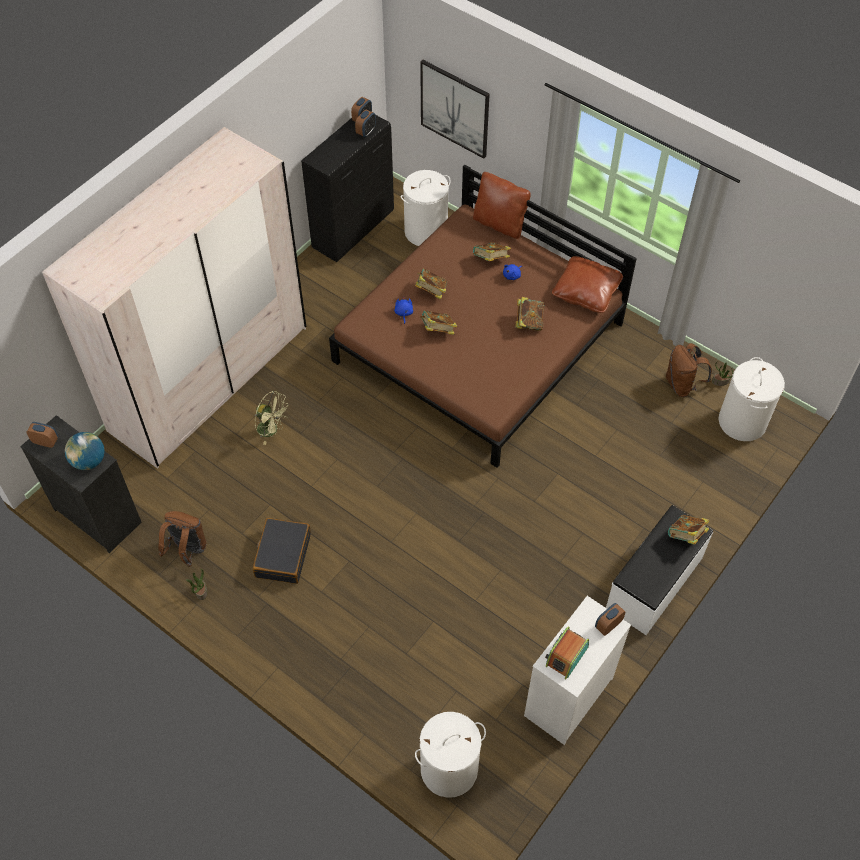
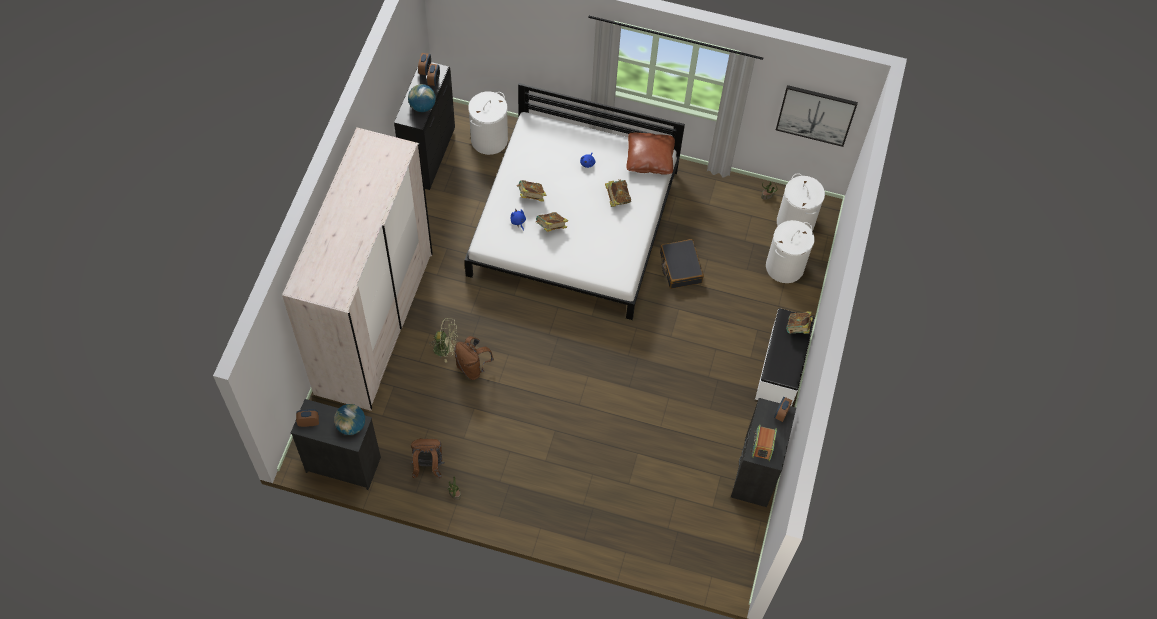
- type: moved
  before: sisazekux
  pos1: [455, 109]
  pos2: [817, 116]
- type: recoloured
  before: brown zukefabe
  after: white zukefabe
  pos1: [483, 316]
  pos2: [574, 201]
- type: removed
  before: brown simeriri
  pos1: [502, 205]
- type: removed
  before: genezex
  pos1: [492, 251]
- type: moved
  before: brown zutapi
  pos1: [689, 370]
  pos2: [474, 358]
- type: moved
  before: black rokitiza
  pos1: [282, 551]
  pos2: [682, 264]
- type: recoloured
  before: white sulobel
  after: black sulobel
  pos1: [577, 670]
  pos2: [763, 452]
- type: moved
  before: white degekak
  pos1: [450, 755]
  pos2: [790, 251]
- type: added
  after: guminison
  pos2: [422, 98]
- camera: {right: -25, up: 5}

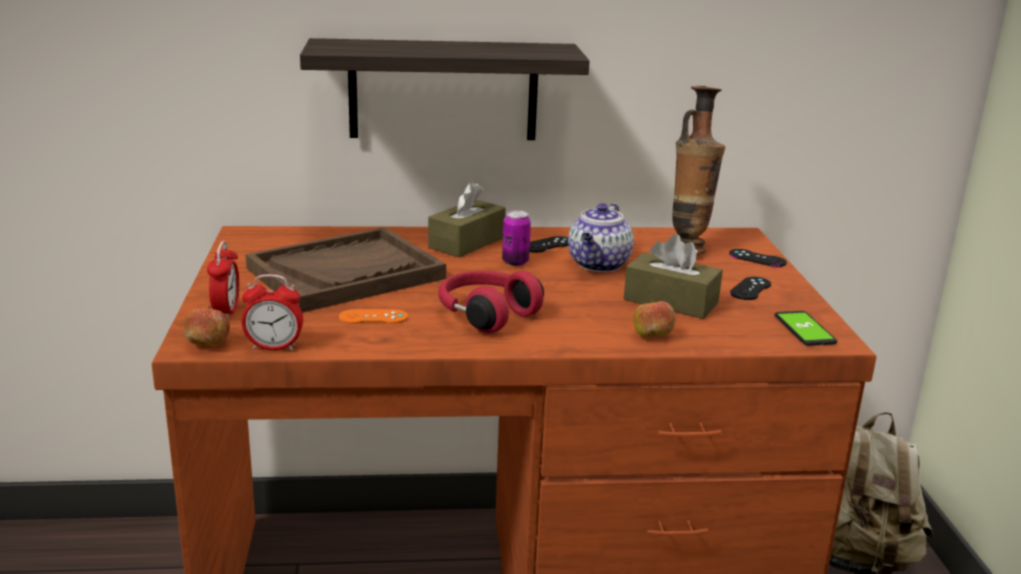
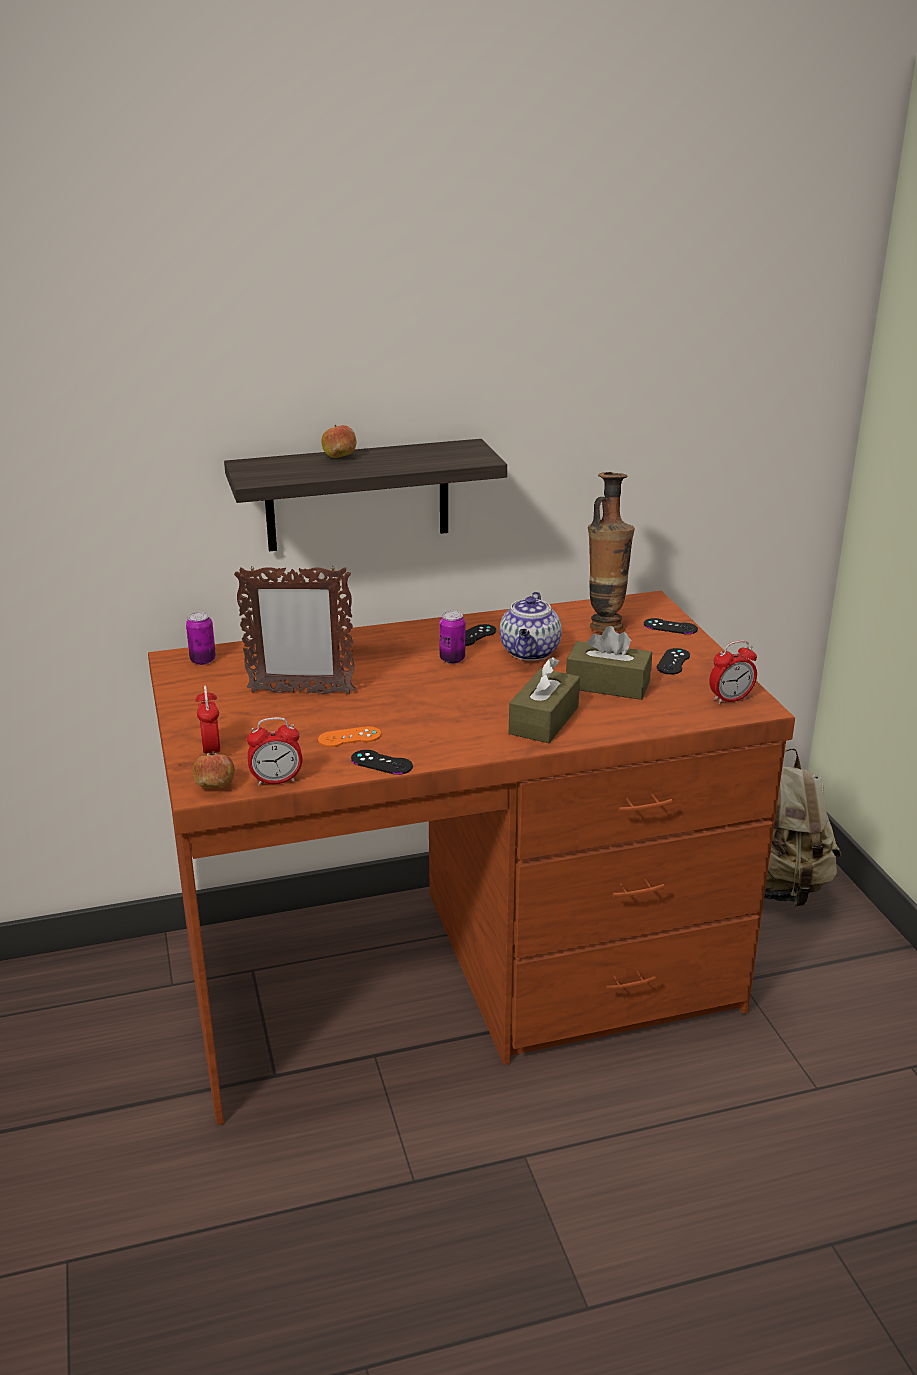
- type: moved
  before: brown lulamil
  pos1: [467, 219]
  pos2: [544, 700]
- type: replaced
  before: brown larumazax
  after: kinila
  pos1: [345, 270]
  pos2: [294, 630]
- type: removed
  before: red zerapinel
  pos1: [491, 302]
- type: moved
  before: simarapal
  pos1: [654, 318]
  pos2: [338, 441]
- type: replaced
  before: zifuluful
  after: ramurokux
  pos1: [806, 328]
  pos2: [733, 672]
- type: added
  after: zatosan
  pos2: [201, 638]
- type: added
  after: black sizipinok
  pos2: [382, 762]
- camera: {right: -10, up: 5}

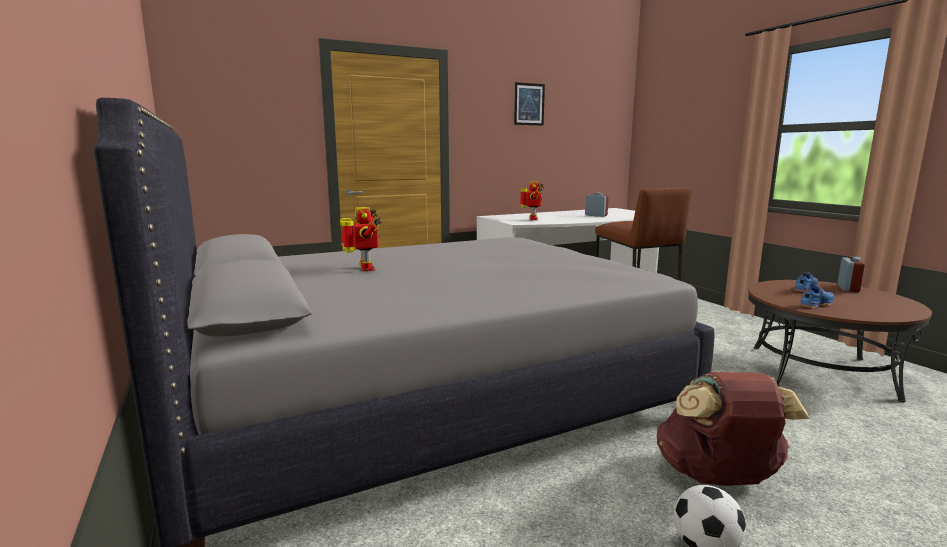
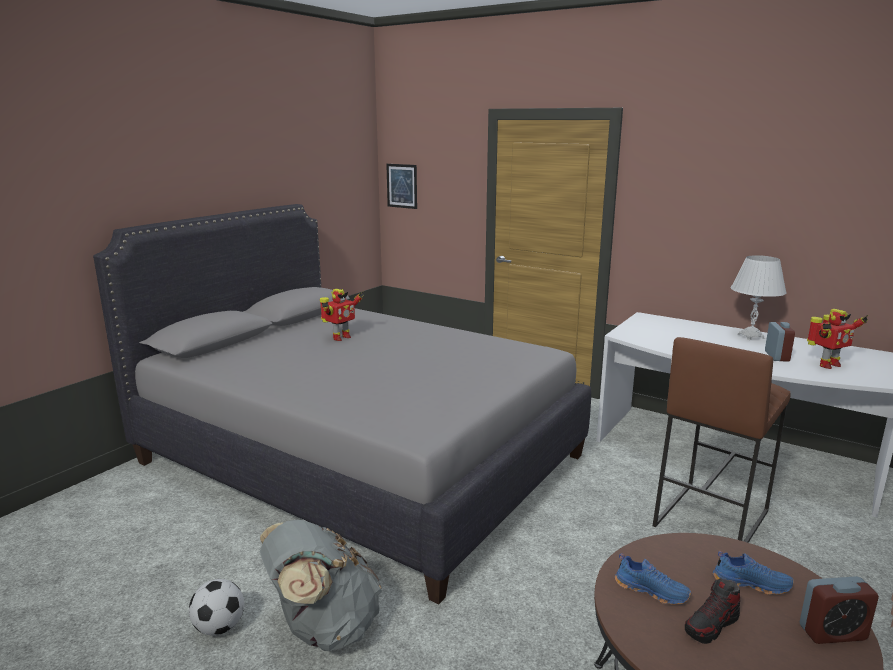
- type: moved
  before: sisazekux
  pos1: [529, 104]
  pos2: [401, 186]
- type: moved
  before: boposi
  pos1: [532, 200]
  pos2: [837, 339]
- type: recoloured
  before: brown zutapi
  after: grey zutapi
  pos1: [733, 429]
  pos2: [321, 585]
- type: added
  after: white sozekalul
  pos2: [759, 297]
- type: added
  after: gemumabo
  pos2: [712, 611]
- camera: {right: 60, up: 5}

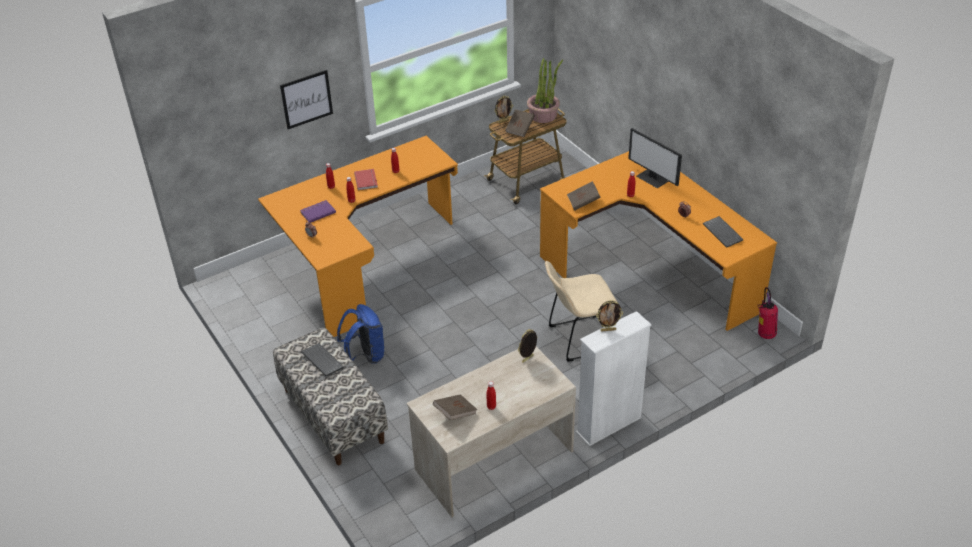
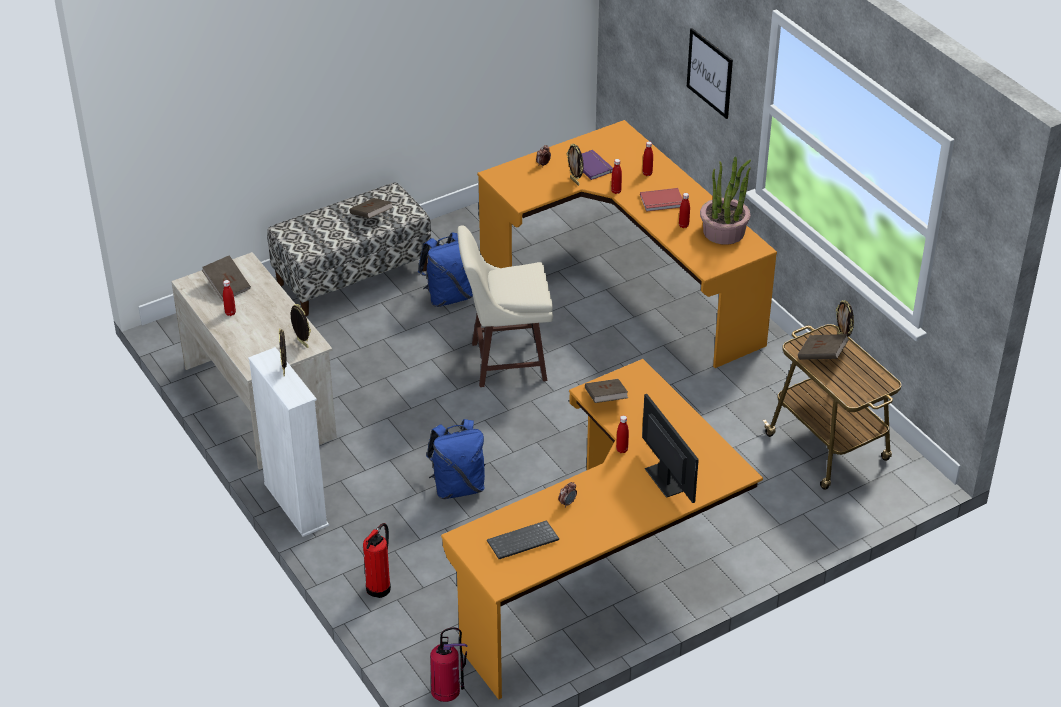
- type: moved
  before: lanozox
  pos1: [545, 90]
  pos2: [725, 200]
- type: turned
  before: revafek
  pos1: [655, 158]
  pos2: [670, 448]
  turn: 105
- type: replaced
  before: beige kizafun
  after: blue zutapi
  pos1: [581, 311]
  pos2: [455, 459]
- type: replaced
  before: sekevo
  after: brown genezex
  pos1: [322, 359]
  pos2: [372, 208]
- type: added
  after: kinila
  pos2: [575, 165]
- type: added
  after: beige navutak
  pos2: [505, 306]
- type: added
  after: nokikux
  pos2: [377, 560]
- camera: {right: 90, up: 0}

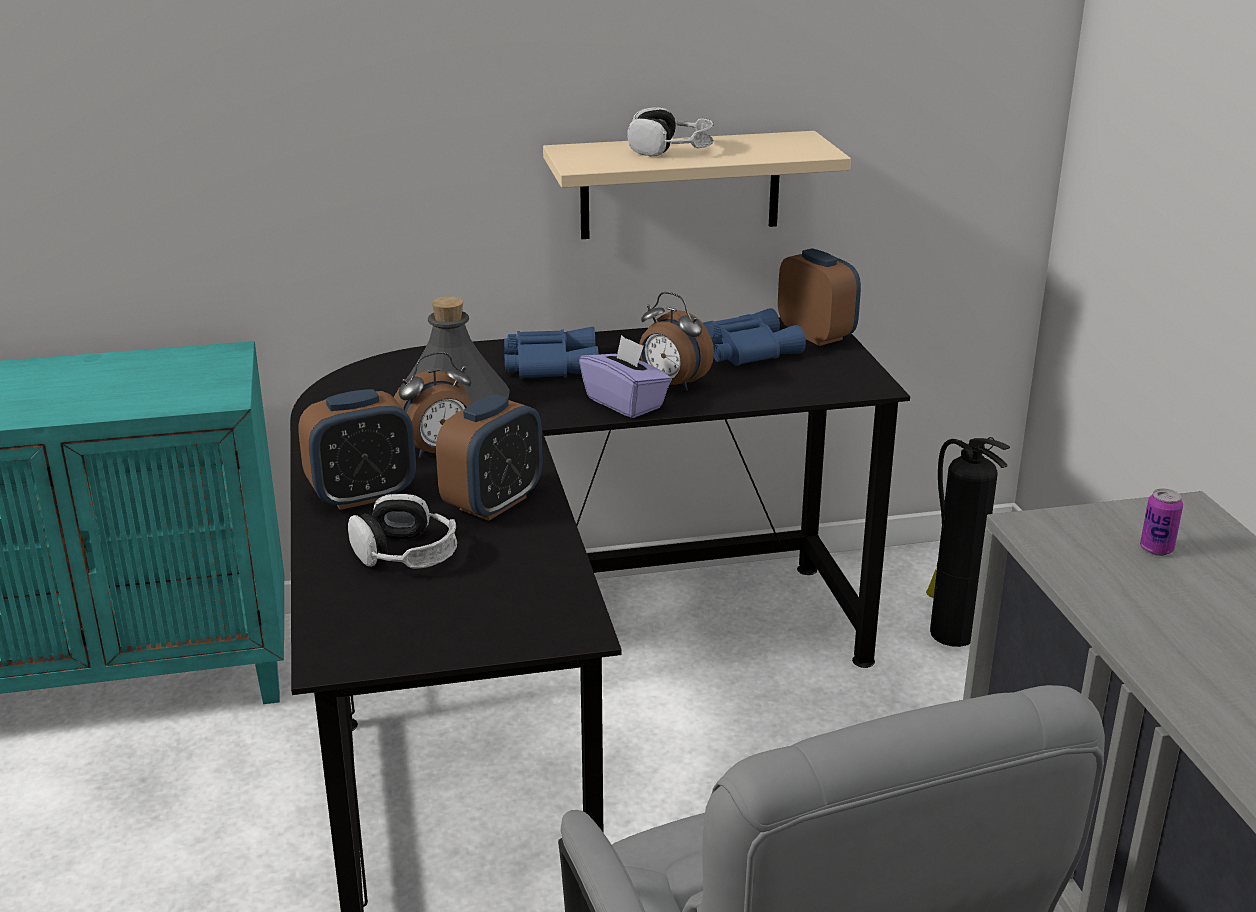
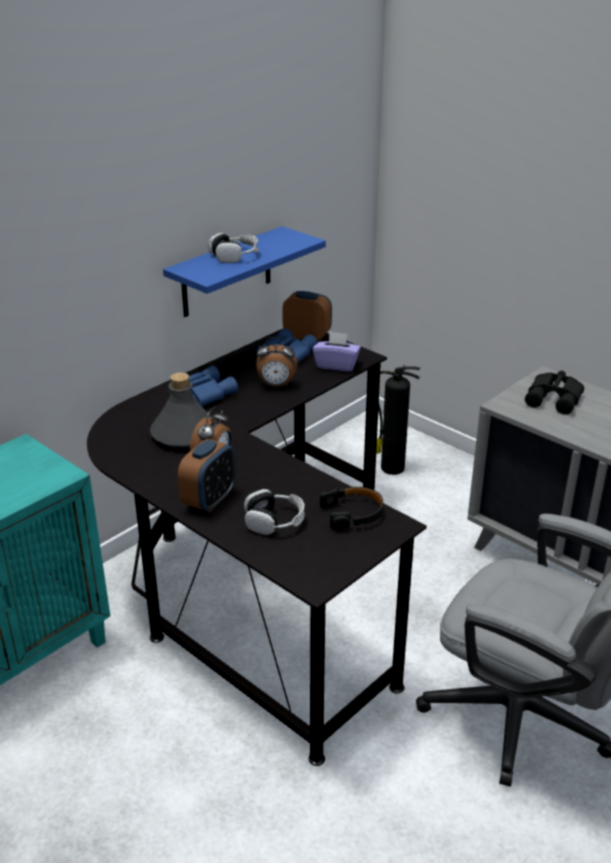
- type: recoloured
  before: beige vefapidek
  after: blue vefapidek
  pos1: [697, 185]
  pos2: [244, 271]
- type: moved
  before: purple lulamil
  pos1: [625, 376]
  pos2: [337, 351]
- type: removed
  before: ramurokux
  pos1: [489, 457]
- type: replaced
  before: zatosan
  after: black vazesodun
  pos1: [1161, 522]
  pos2: [554, 393]
- type: added
  after: black zerapinel
  pos2: [351, 508]
- camera: {right: -35, up: 5}

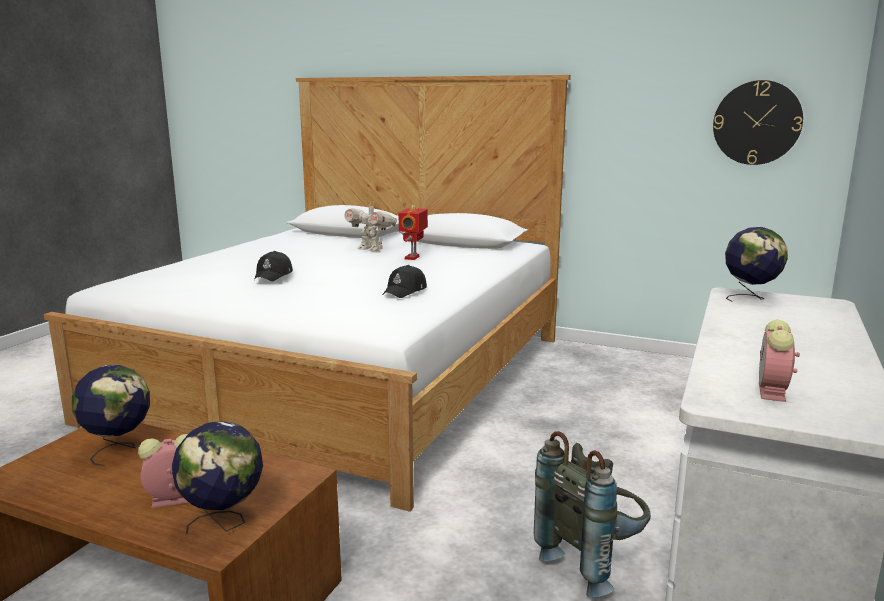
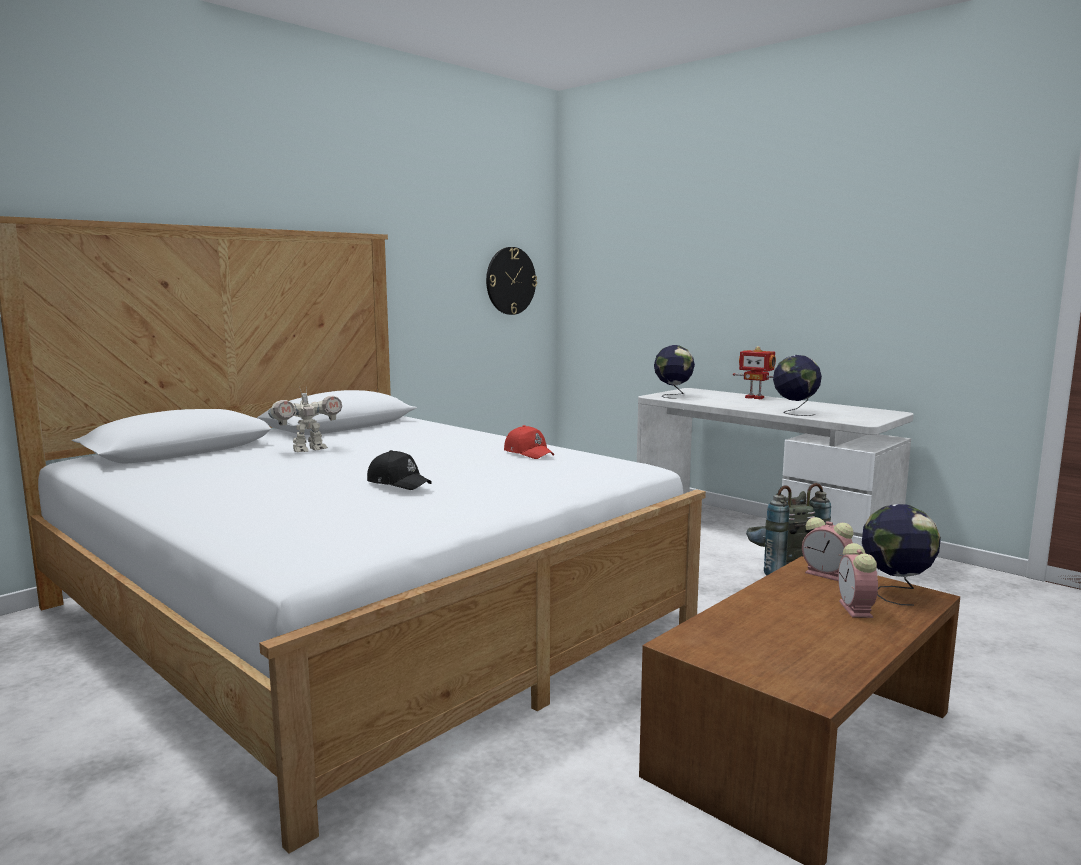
- type: moved
  before: boposi
  pos1: [413, 232]
  pos2: [754, 372]
- type: recoloured
  before: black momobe
  after: red momobe
  pos1: [405, 281]
  pos2: [529, 442]
- type: moved
  before: ramurokux
  pos1: [779, 361]
  pos2: [828, 549]
- type: moved
  before: guminison
  pos1: [111, 415]
  pos2: [797, 385]
- camera: {right: -70, up: -5}

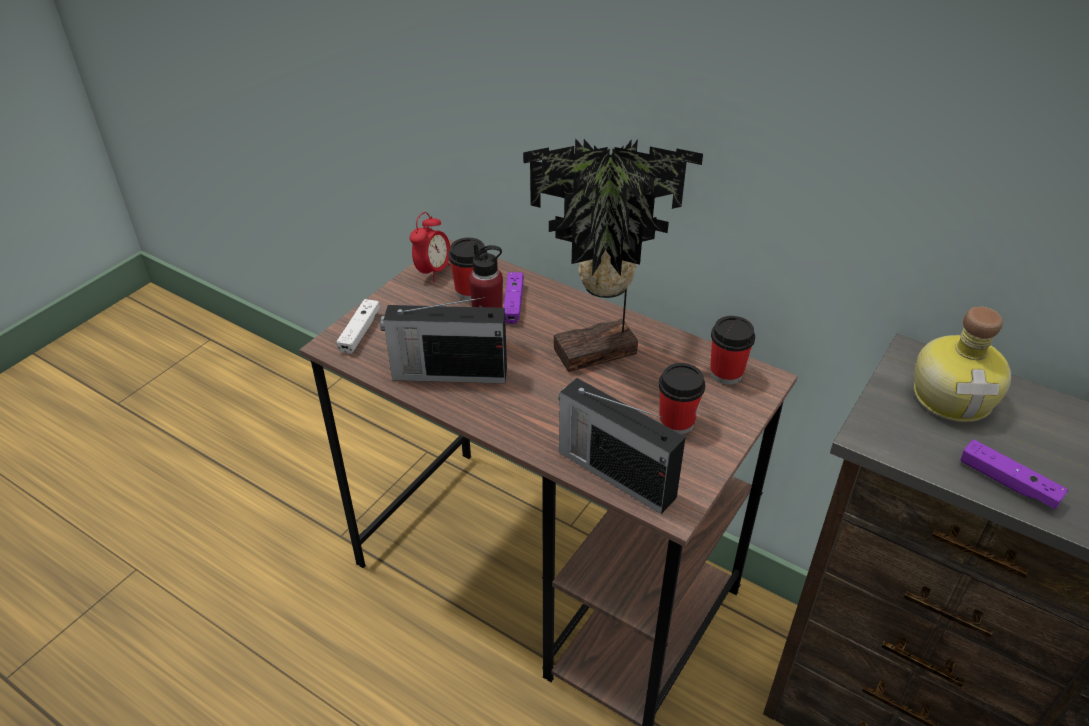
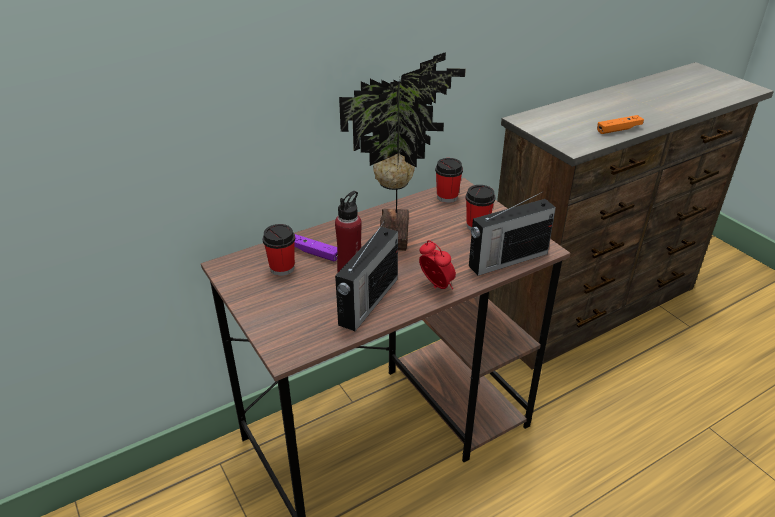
- type: moved
  before: ramurokux
  pos1: [430, 247]
  pos2: [437, 264]
- type: removed
  before: white sizipinok
  pos1: [358, 326]
- type: removed
  before: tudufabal
  pos1: [962, 364]
- type: recoloured
  before: purple sizipinok
  after: orange sizipinok
  pos1: [1014, 474]
  pos2: [620, 124]
- camera: {right: -65, up: -5}

